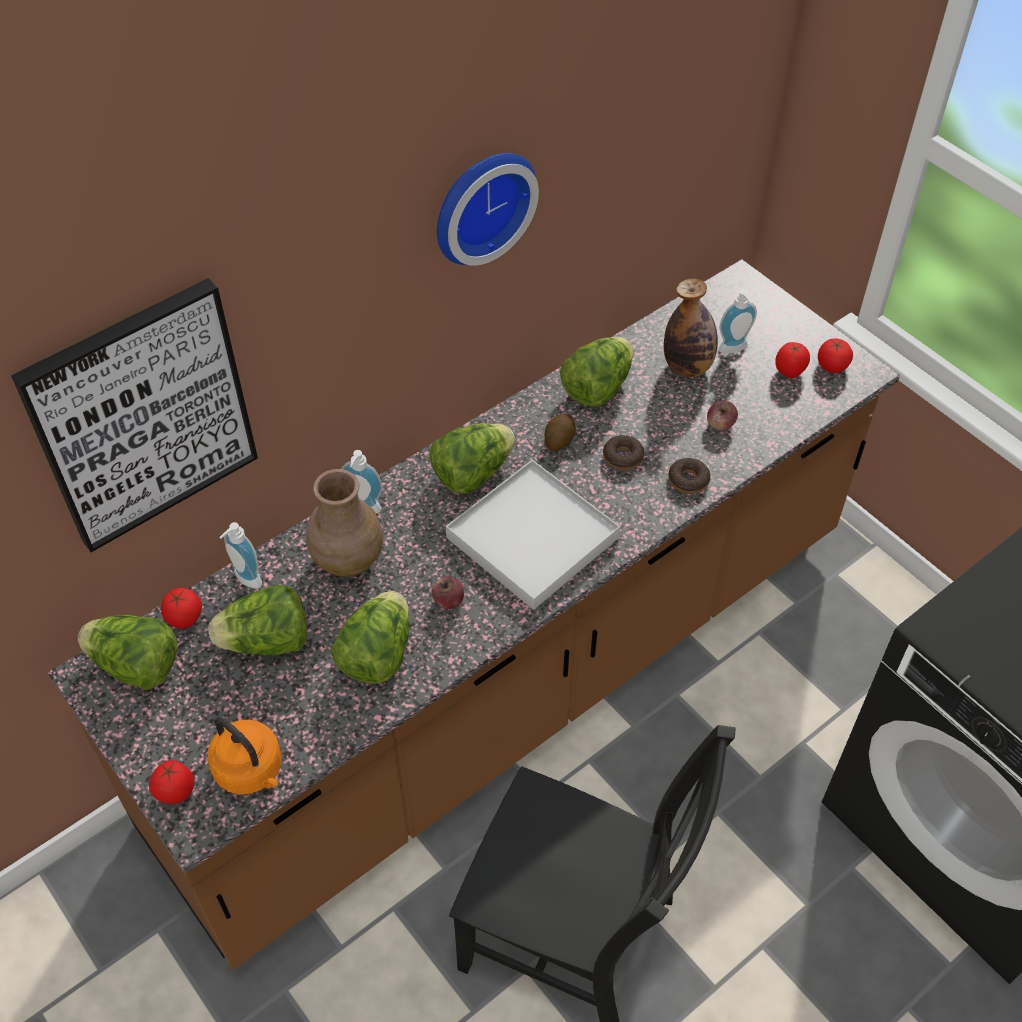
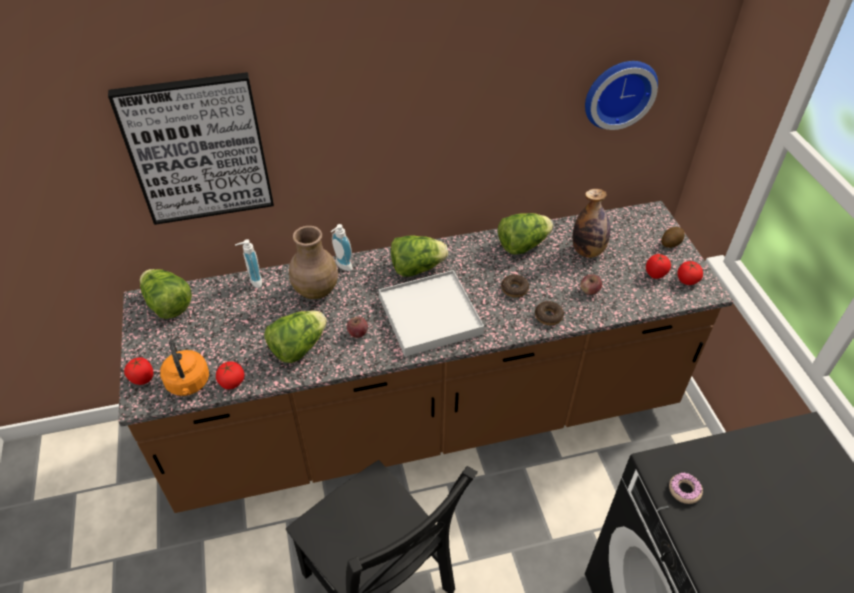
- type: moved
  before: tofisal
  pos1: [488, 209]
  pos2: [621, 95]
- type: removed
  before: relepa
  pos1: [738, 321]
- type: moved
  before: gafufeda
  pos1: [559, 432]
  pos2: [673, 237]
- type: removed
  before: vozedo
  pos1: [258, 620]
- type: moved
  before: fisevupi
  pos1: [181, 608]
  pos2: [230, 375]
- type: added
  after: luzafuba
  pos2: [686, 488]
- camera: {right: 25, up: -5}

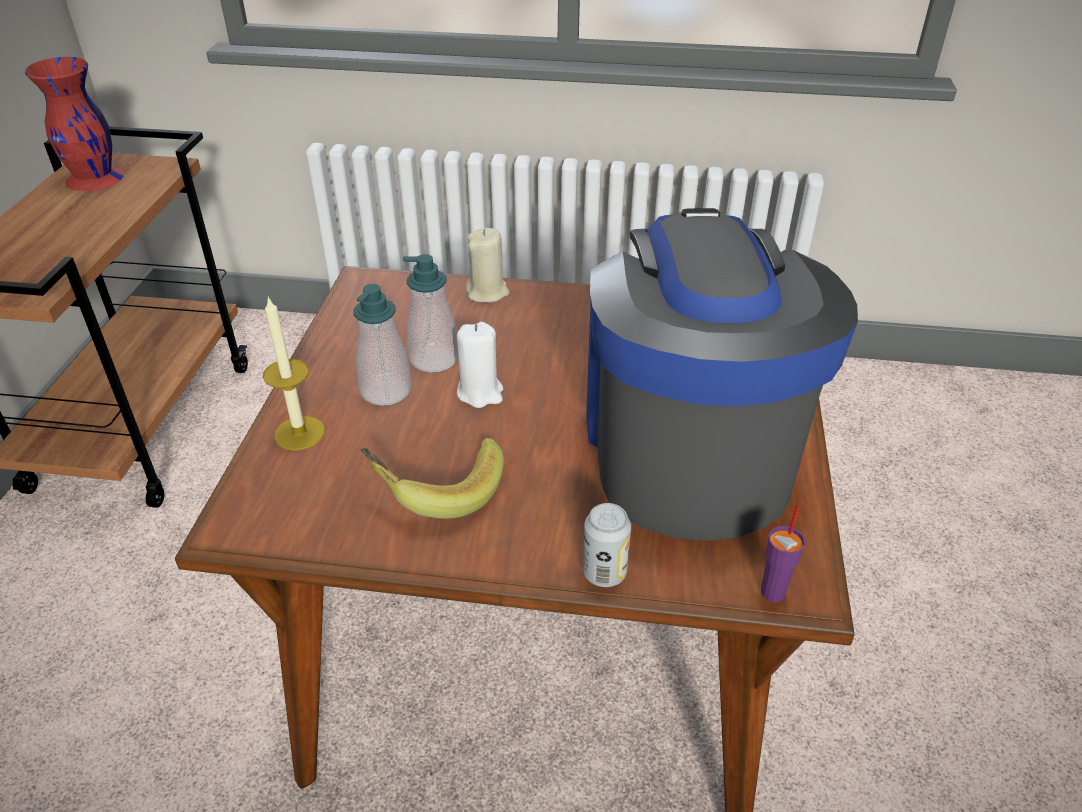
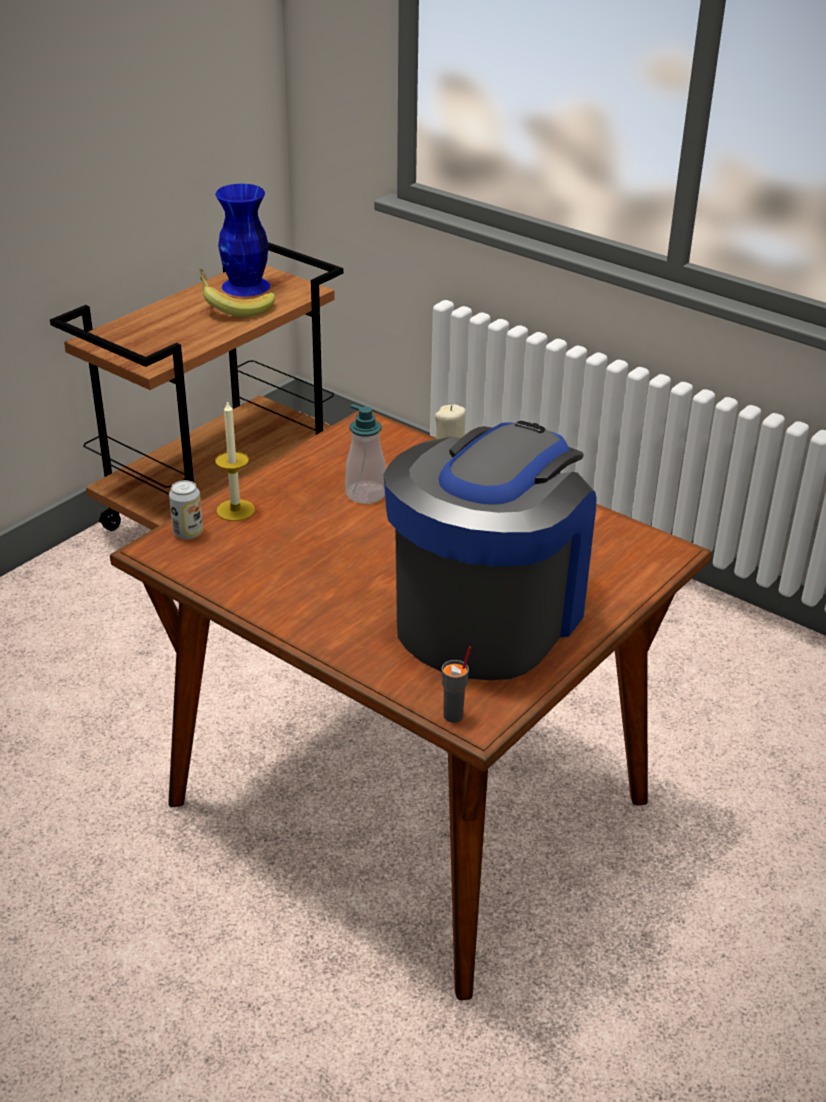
- type: recoloured
  before: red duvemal
  after: blue duvemal
  pos1: [74, 124]
  pos2: [242, 240]
- type: removed
  before: relepa
  pos1: [383, 345]
- type: removed
  before: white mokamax
  pos1: [480, 365]
- type: moved
  before: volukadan
  pos1: [432, 478]
  pos2: [237, 293]
- type: moved
  before: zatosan
  pos1: [607, 545]
  pos2: [186, 510]
- type: recoloured
  before: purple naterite
  after: grey naterite
  pos1: [783, 553]
  pos2: [456, 684]
- camera: {right: 30, up: -5}

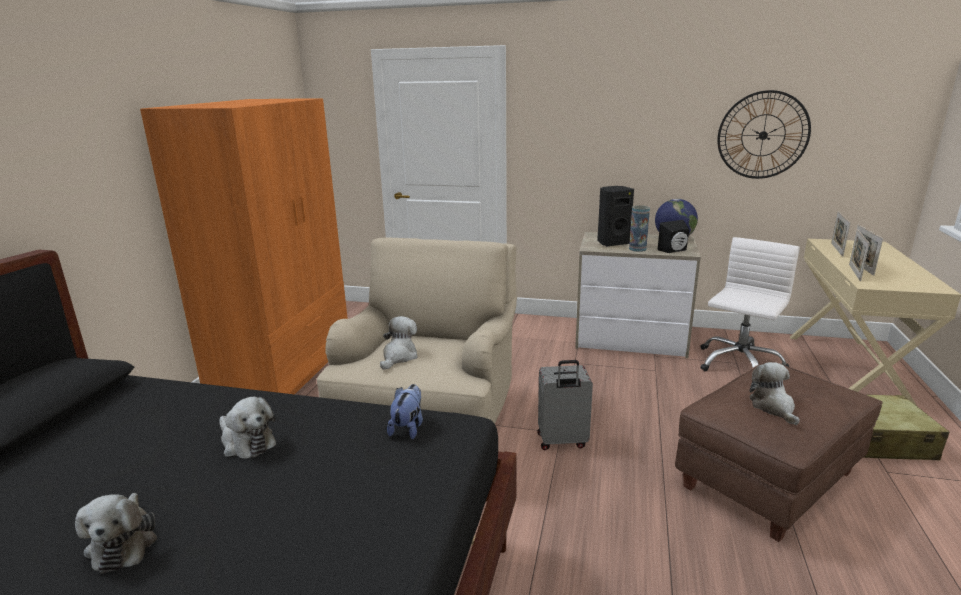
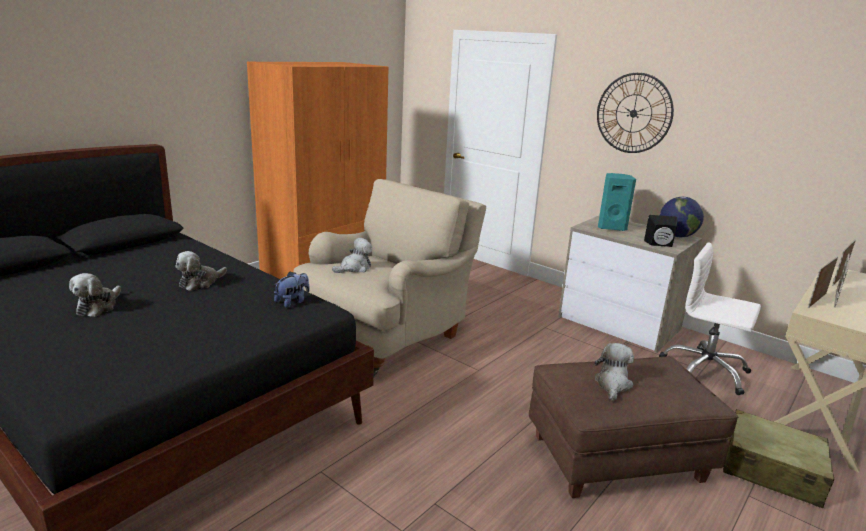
- type: moved
  before: tofisal
  pos1: [764, 134]
  pos2: [635, 113]
- type: recoloured
  before: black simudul
  after: turquoise simudul
  pos1: [615, 216]
  pos2: [617, 202]
- type: removed
  before: duvemal
  pos1: [639, 228]
- type: turned
  before: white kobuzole
  pos1: [750, 304]
  pos2: [710, 318]
  turn: -120
- type: removed
  before: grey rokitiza
  pos1: [565, 405]
- type: turned
  before: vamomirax
  pos1: [248, 428]
  pos2: [201, 271]
  turn: 60
- camera: {right: 25, up: 0}

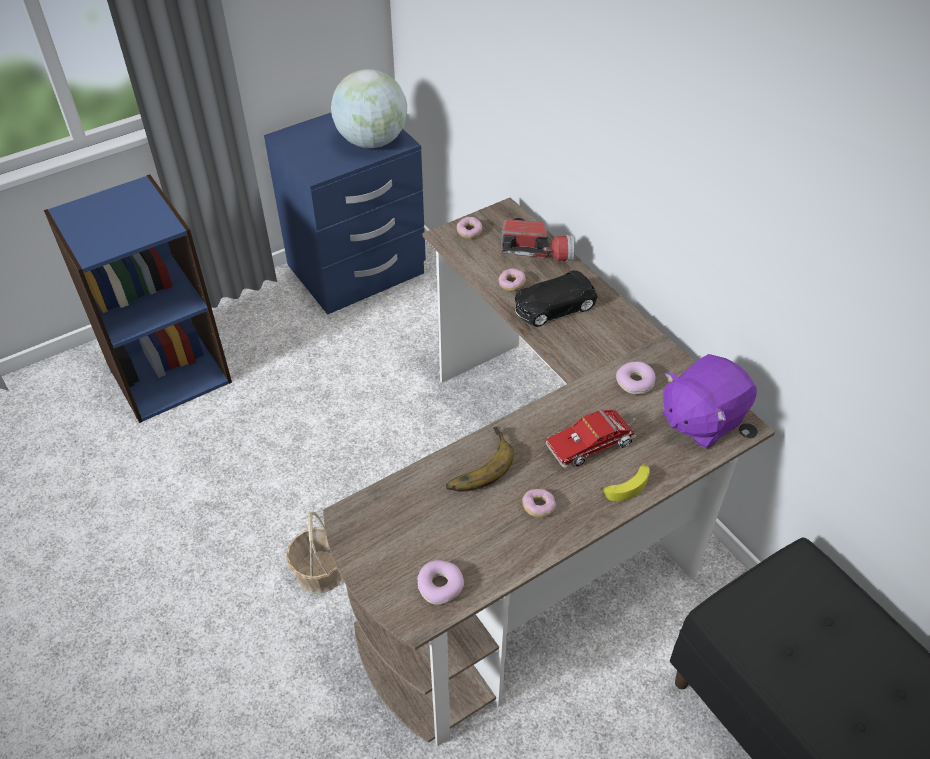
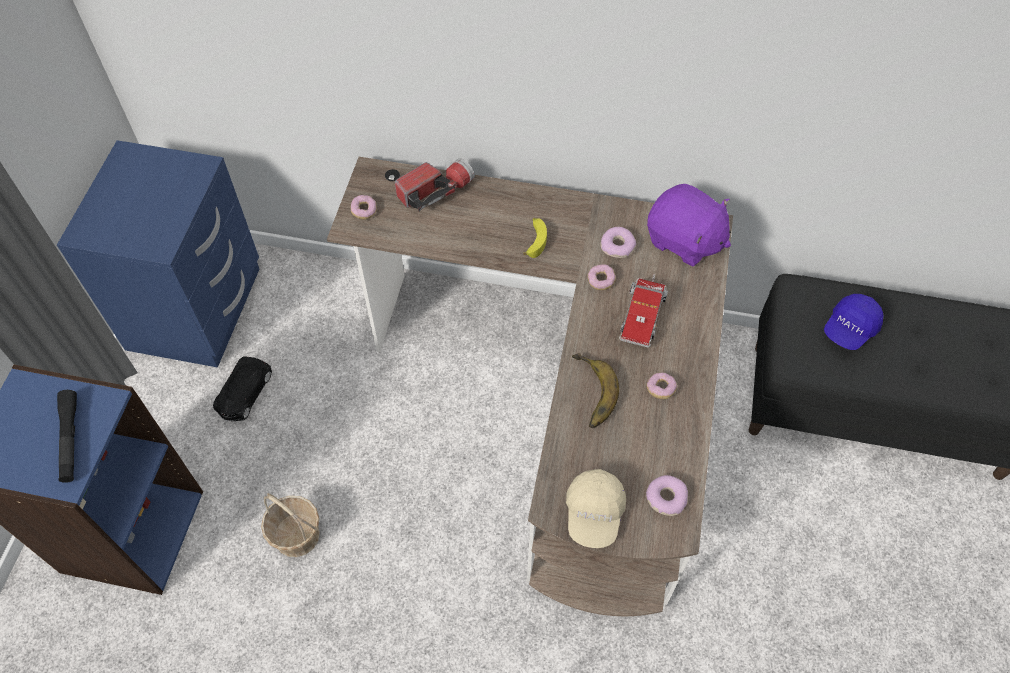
- type: removed
  before: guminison
  pos1: [369, 108]
- type: moved
  before: luzafuba
  pos1: [512, 279]
  pos2: [602, 277]
- type: moved
  before: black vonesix
  pos1: [556, 298]
  pos2: [242, 388]
- type: turned
  before: purple vamomirax
  pos1: [709, 401]
  pos2: [689, 225]
  turn: -60
- type: moved
  before: volukadan
  pos1: [625, 482]
  pos2: [535, 238]
- type: moved
  before: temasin
  pos1: [314, 553]
  pos2: [290, 525]
- type: added
  after: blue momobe
  pos2: [854, 322]
- type: added
  after: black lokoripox
  pos2: [67, 436]
- type: added
  after: beige momobe
  pos2: [596, 508]
- camera: {right: -45, up: 10}

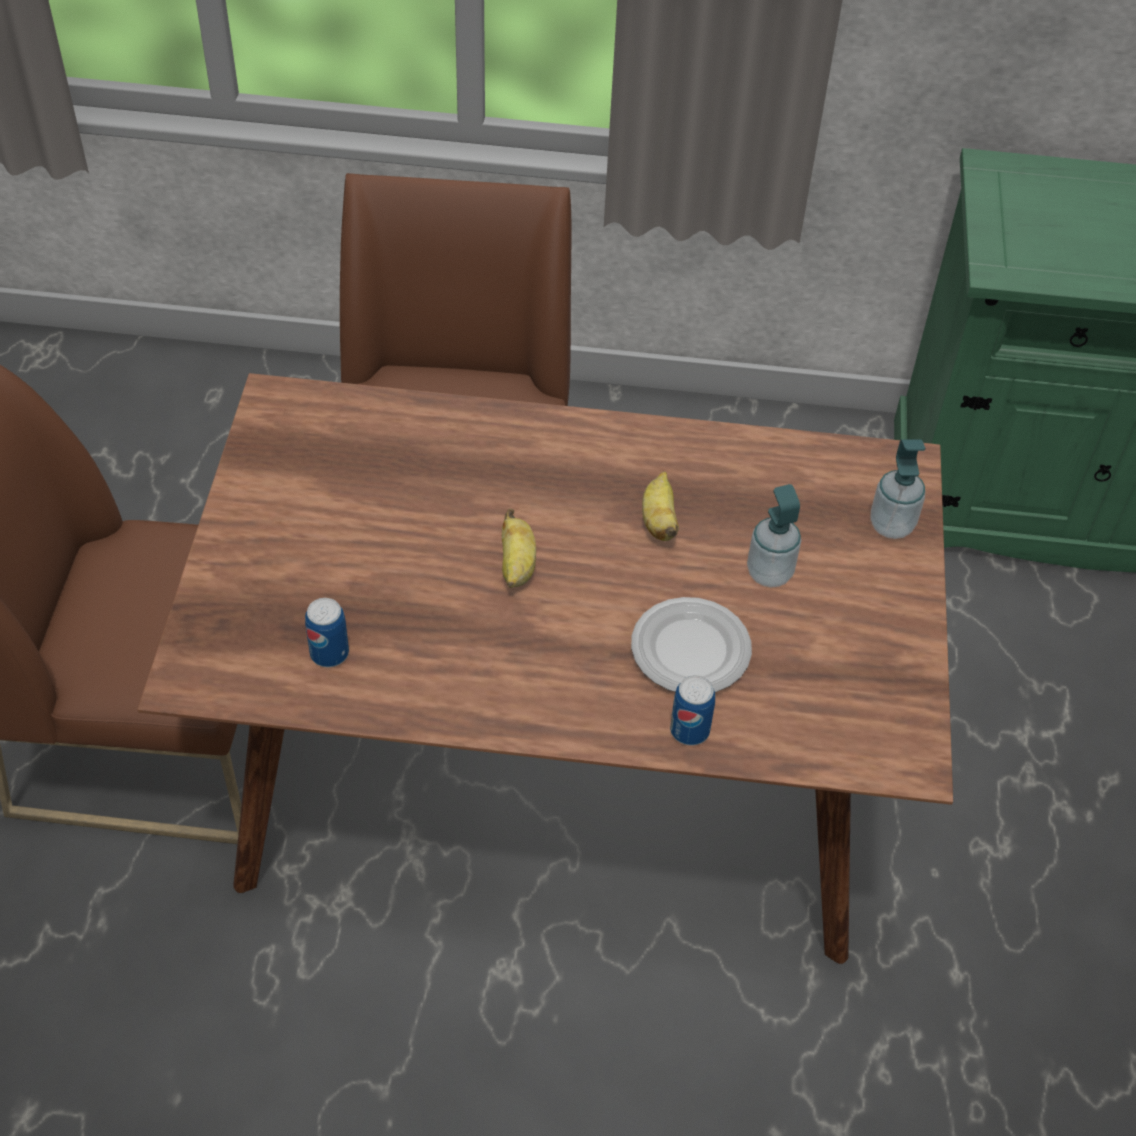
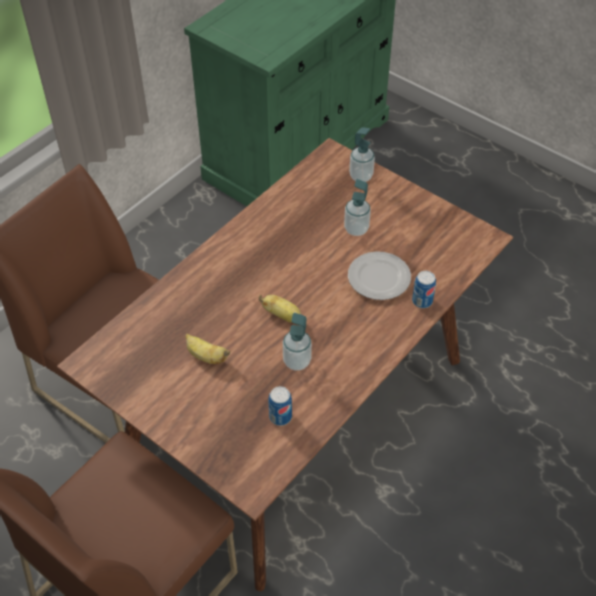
- type: moved
  before: volukadan
  pos1: [660, 506]
  pos2: [207, 349]
- type: added
  after: relepa
  pos2: [297, 342]
- camera: {right: -55, up: 0}

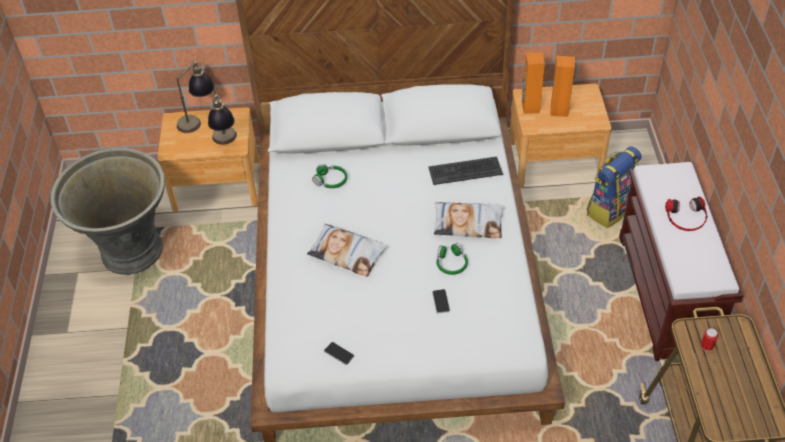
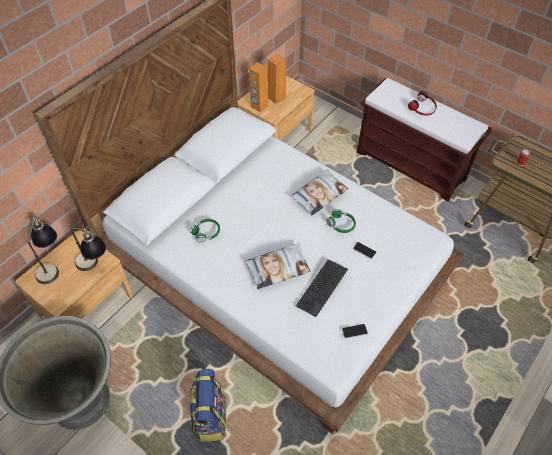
- type: moved
  before: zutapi
  pos1: [614, 187]
  pos2: [208, 405]
- type: moved
  before: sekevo
  pos1: [465, 171]
  pos2: [322, 288]
- camera: {right: -50, up: 5}

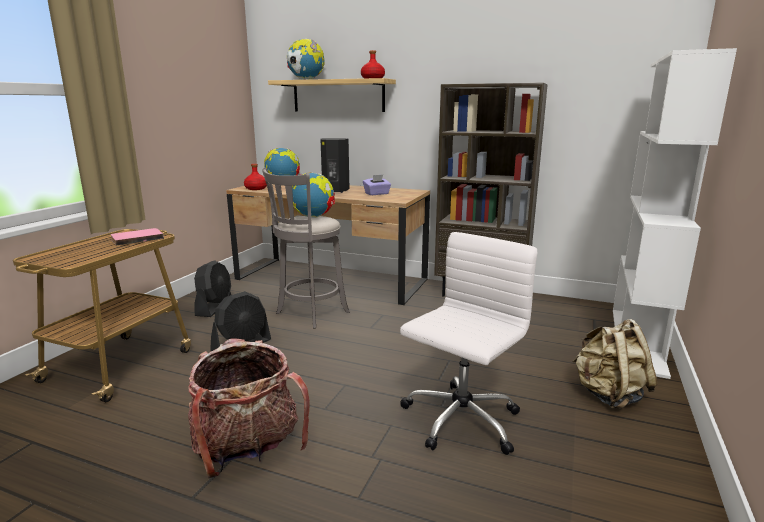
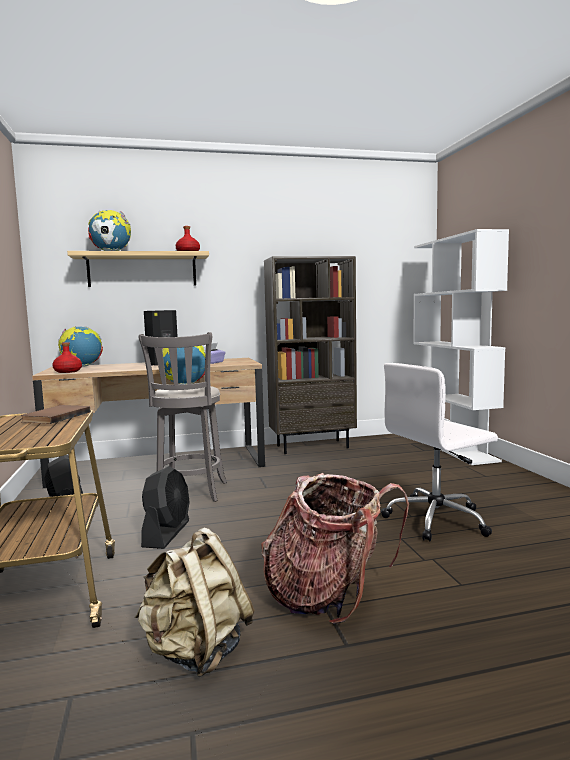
- type: recoloured
  before: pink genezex
  after: brown genezex
  pos1: [137, 236]
  pos2: [56, 414]
- type: turned
  before: white kobuzole
  pos1: [468, 343]
  pos2: [439, 452]
  turn: -120
- type: moved
  before: beige zutapi
  pos1: [615, 363]
  pos2: [195, 602]
- camera: {right: -35, up: -10}

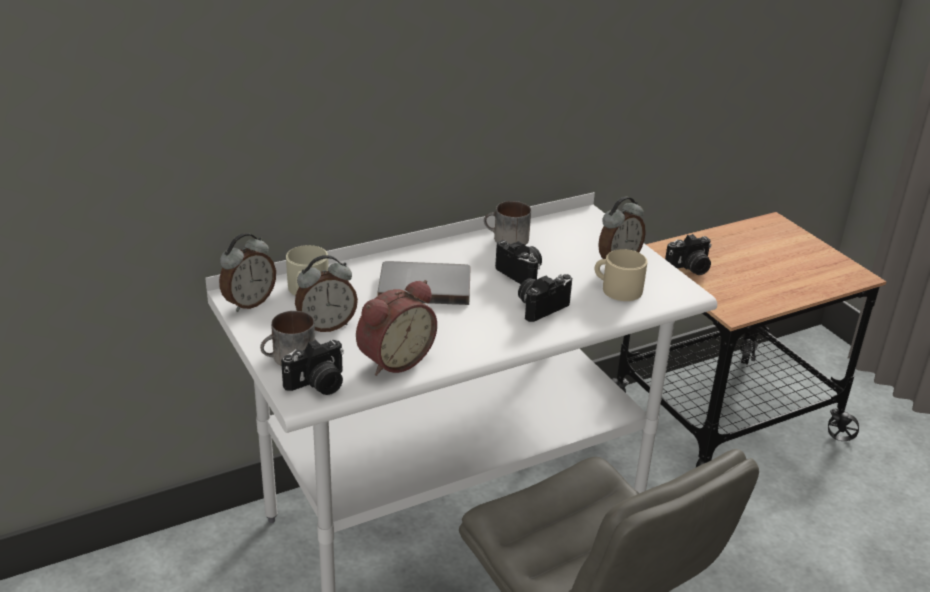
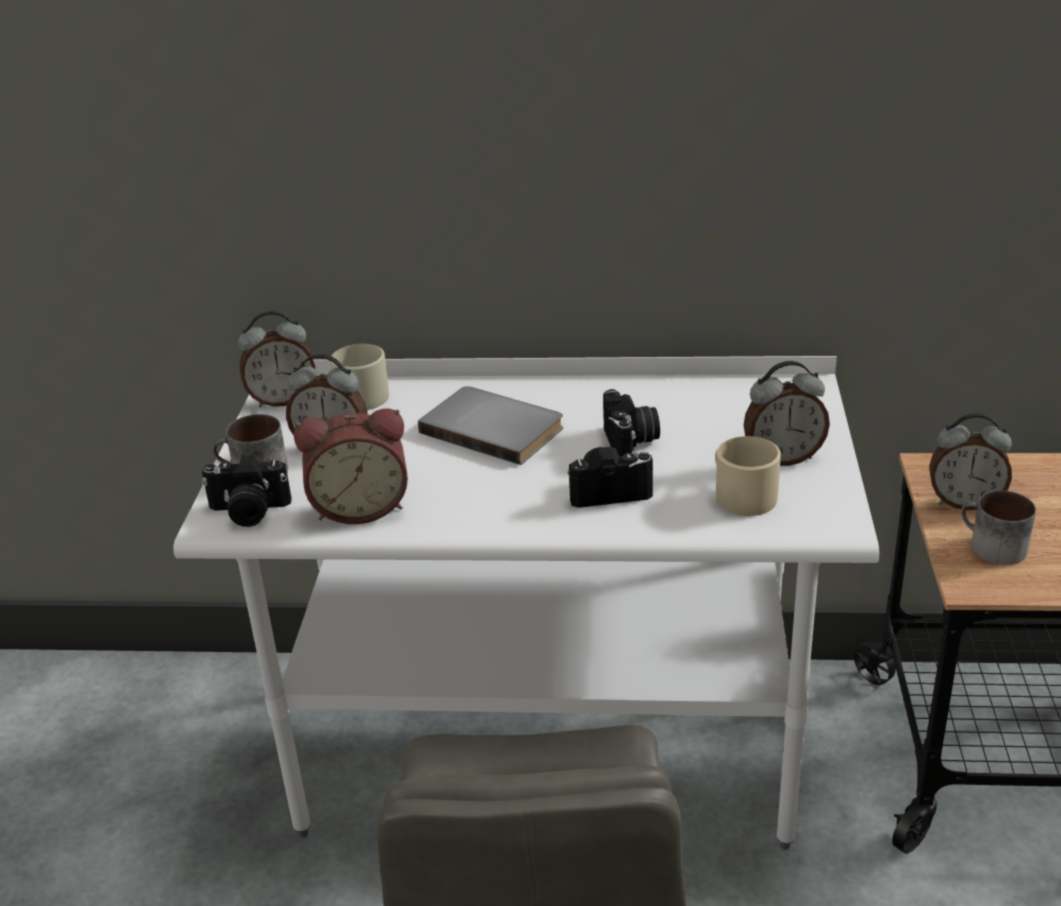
- type: moved
  before: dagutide
  pos1: [507, 223]
  pos2: [998, 527]
- type: replaced
  before: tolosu
  after: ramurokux
  pos1: [688, 254]
  pos2: [970, 461]
- camera: {right: 35, up: 0}

